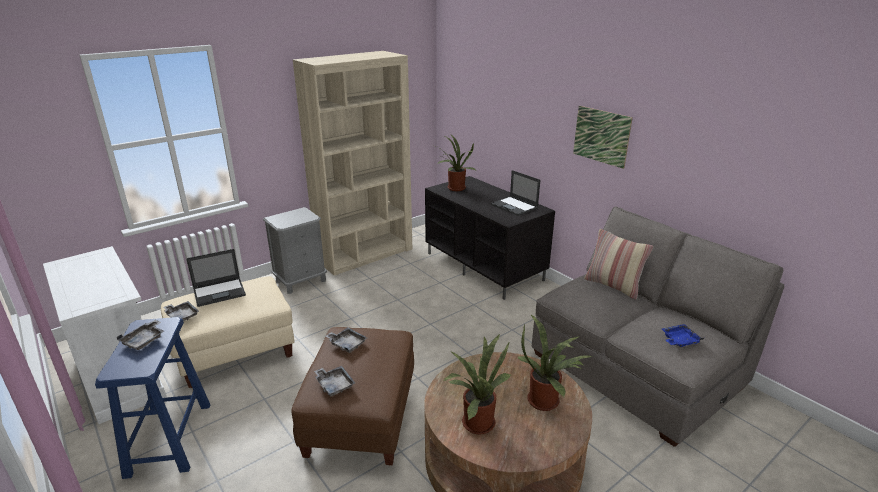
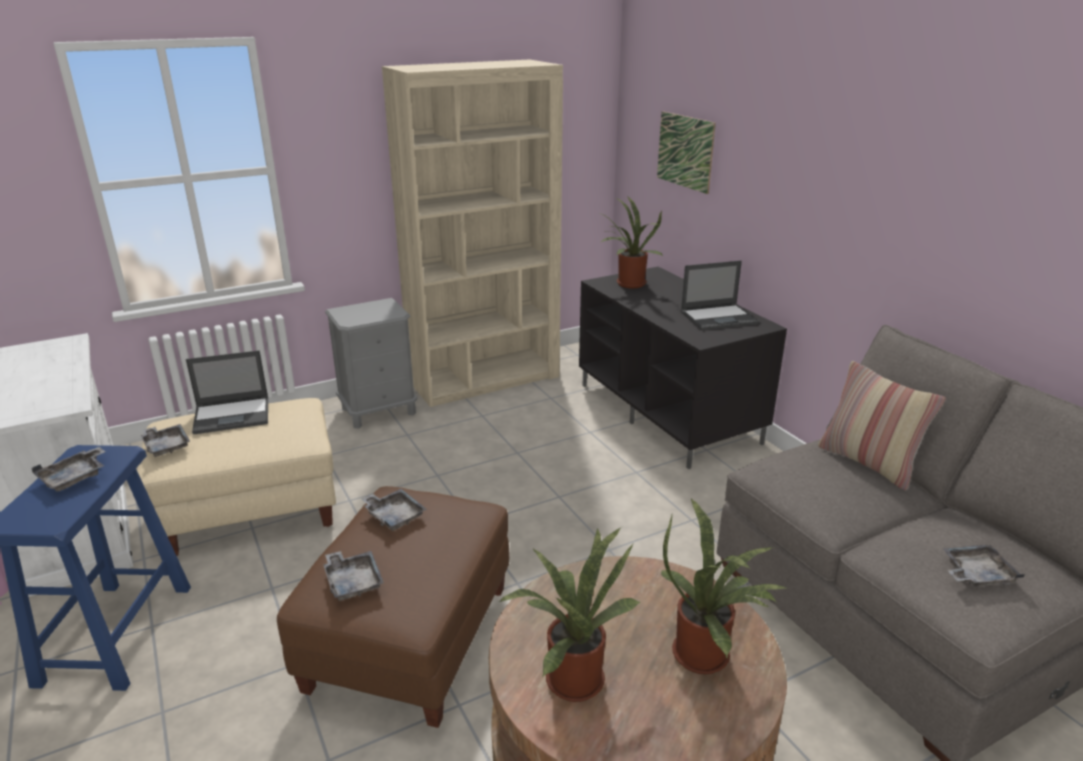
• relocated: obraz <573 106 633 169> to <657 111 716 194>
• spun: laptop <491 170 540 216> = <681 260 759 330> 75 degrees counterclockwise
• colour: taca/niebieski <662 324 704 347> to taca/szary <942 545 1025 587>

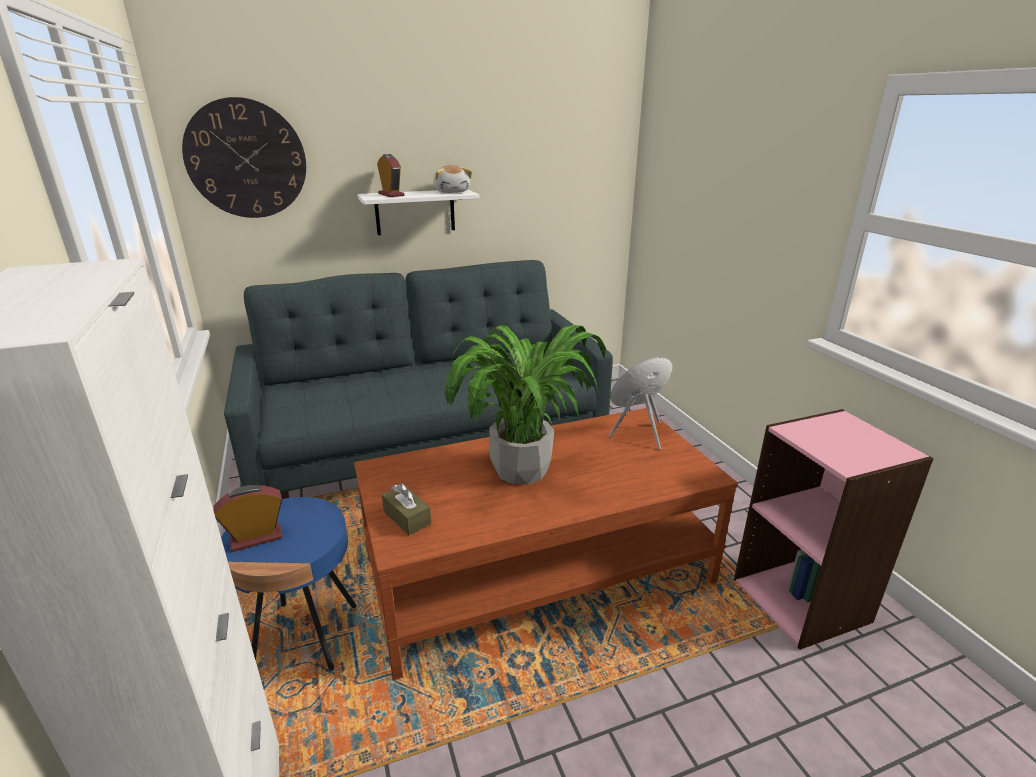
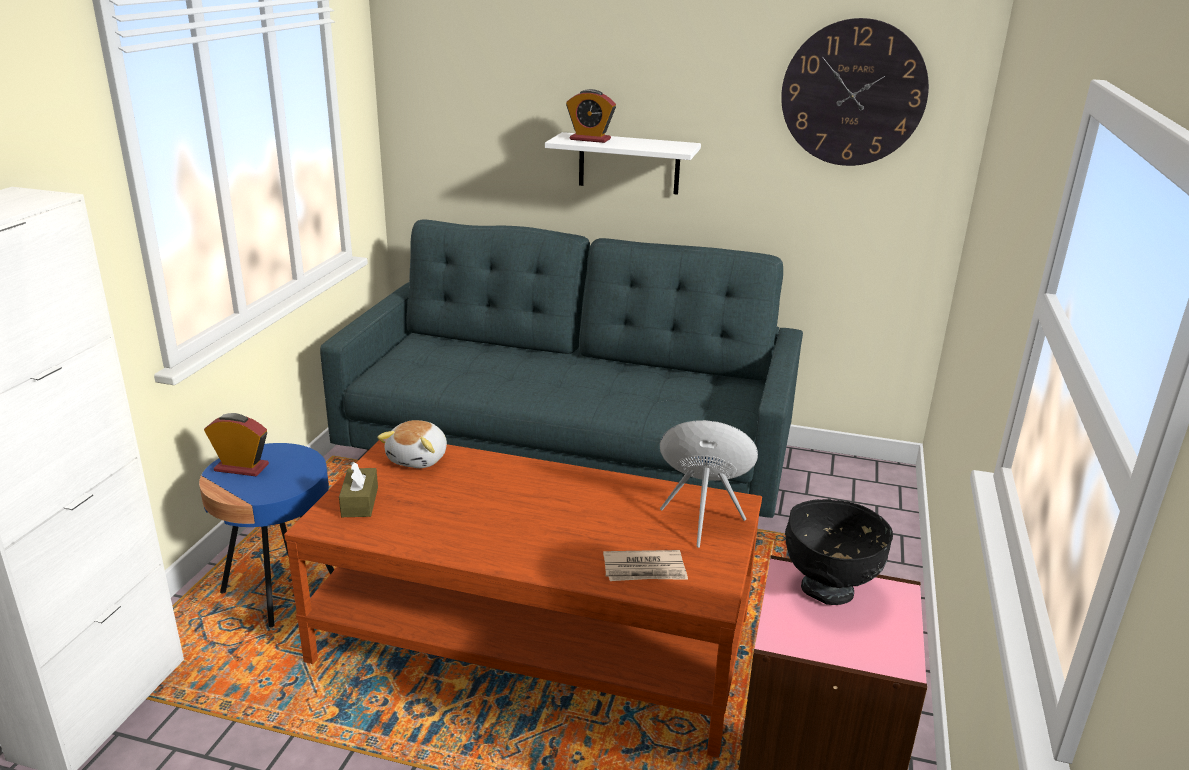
• relocated: pluszak <433 165 472 193> to <377 420 447 468>
• spun: budzik <377 154 404 197> = <566 89 616 143> 105 degrees clockwise
• appeared: gazeta <603 550 688 581>
• relocated: zegar ścienny <182 97 306 218> to <781 18 929 166>
• appeared: miska/czarny <785 499 893 605>
• missing: roślina doniczkowa <445 325 606 484>

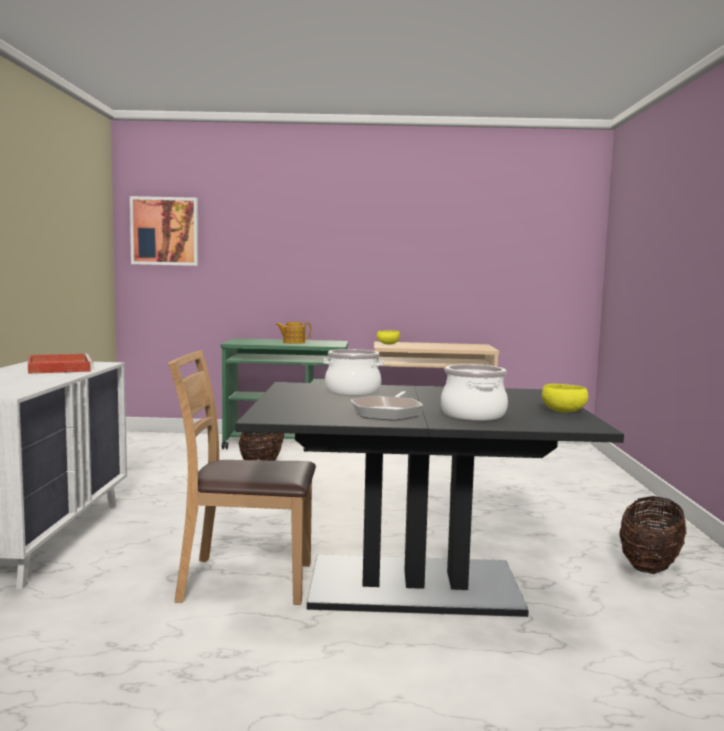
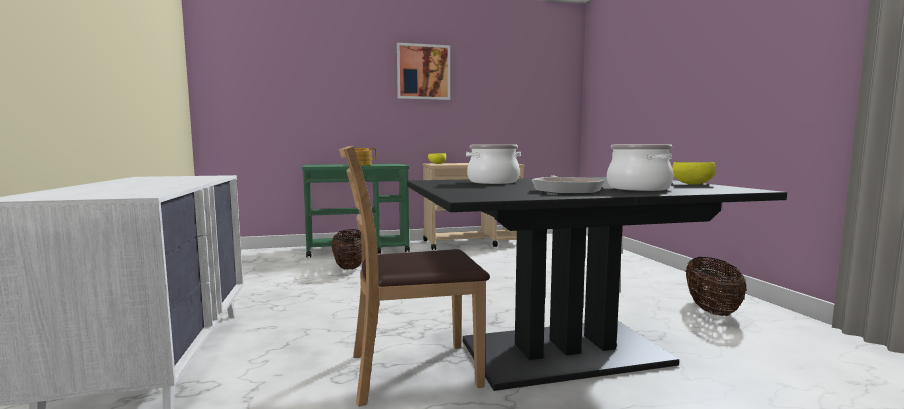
• relocated: obraz <130 196 198 266> to <397 43 450 100>
• missing: taca/czerwony <28 353 93 374>

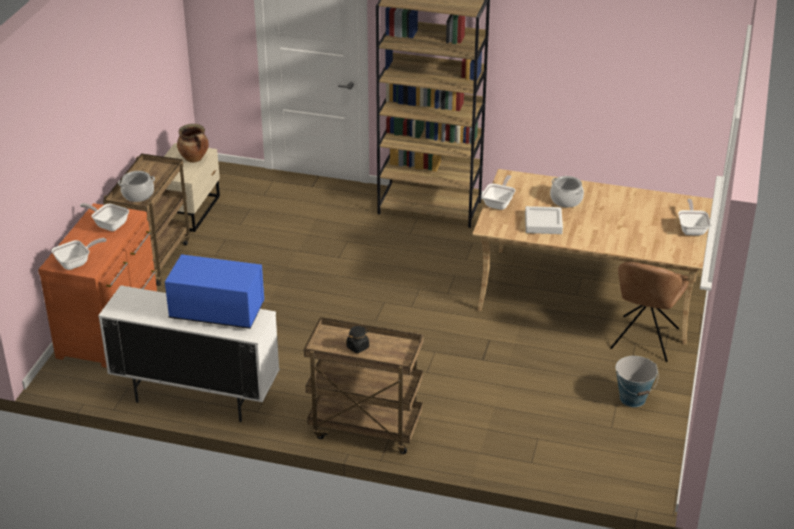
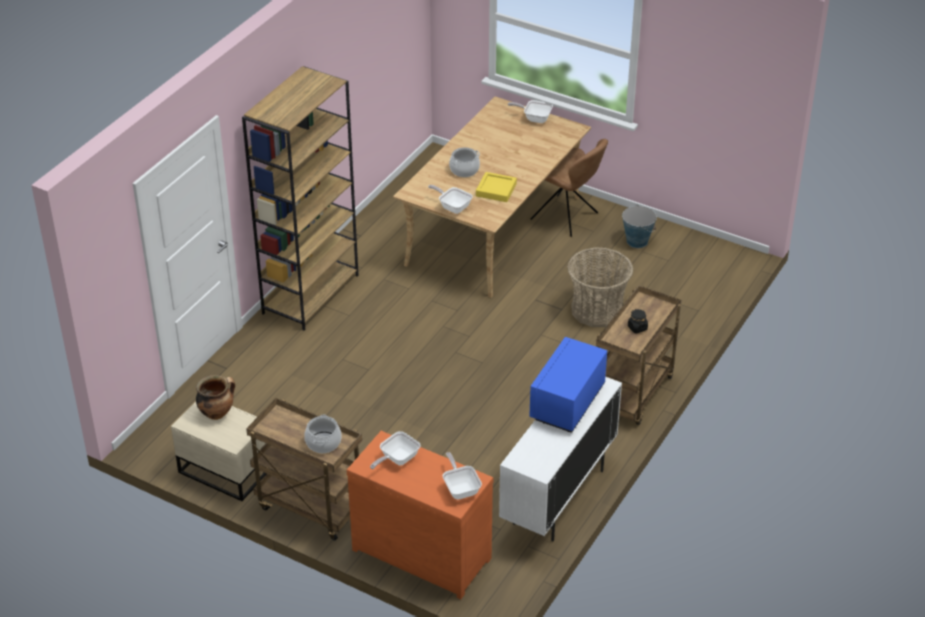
• colour: taca/szary <525 206 563 234> to taca/żółty <476 172 517 202>
• appeared: koszyk <567 247 634 327>

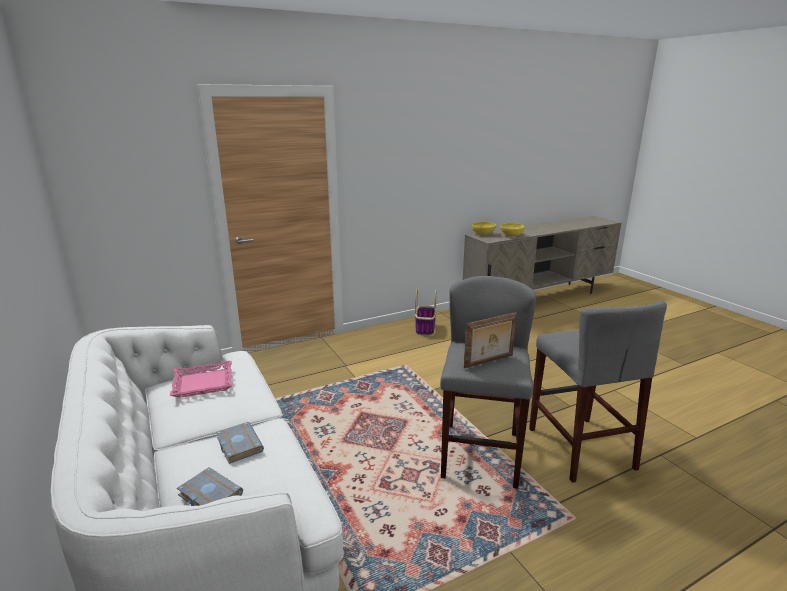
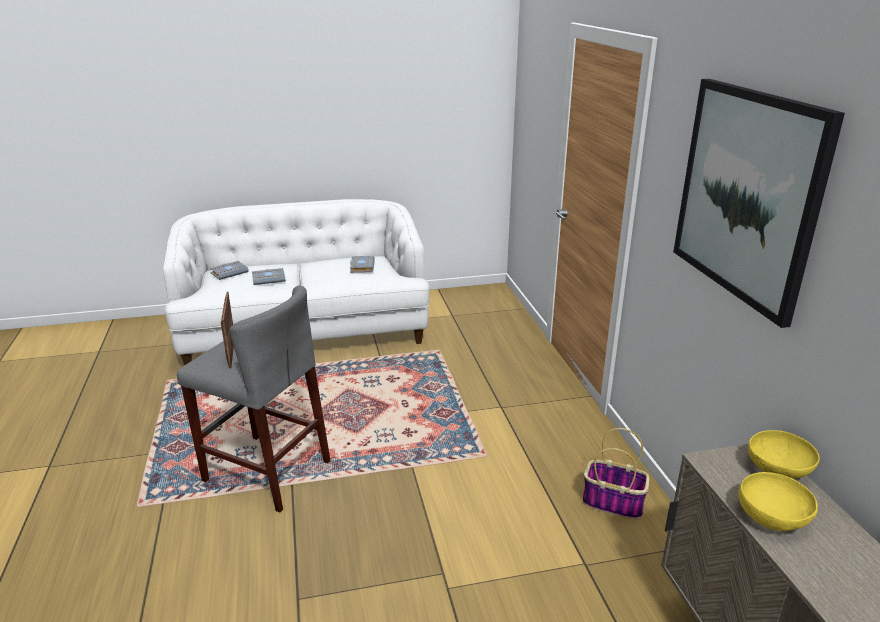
• exchanged: taca/różowy <170 361 232 398> to książka/szary <350 256 375 273>
• appeared: obraz <673 79 845 328>
• missing: stołek/szary <529 300 667 482>

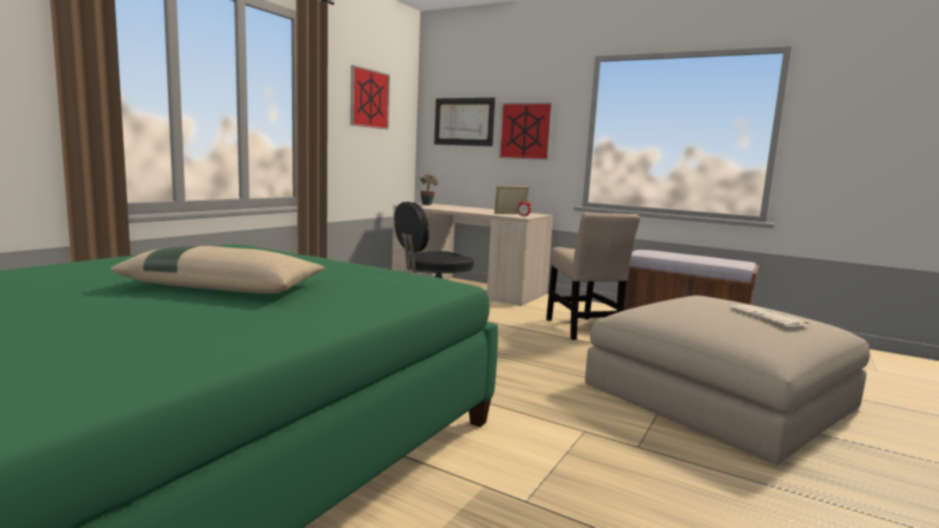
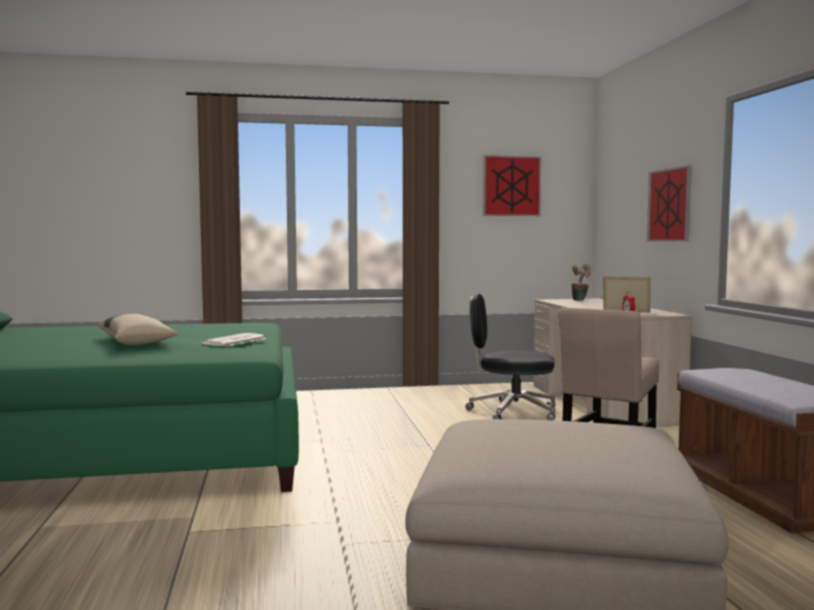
• relocated: gazeta <730 305 810 327> to <201 333 267 347>
• missing: obraz <434 98 495 146>

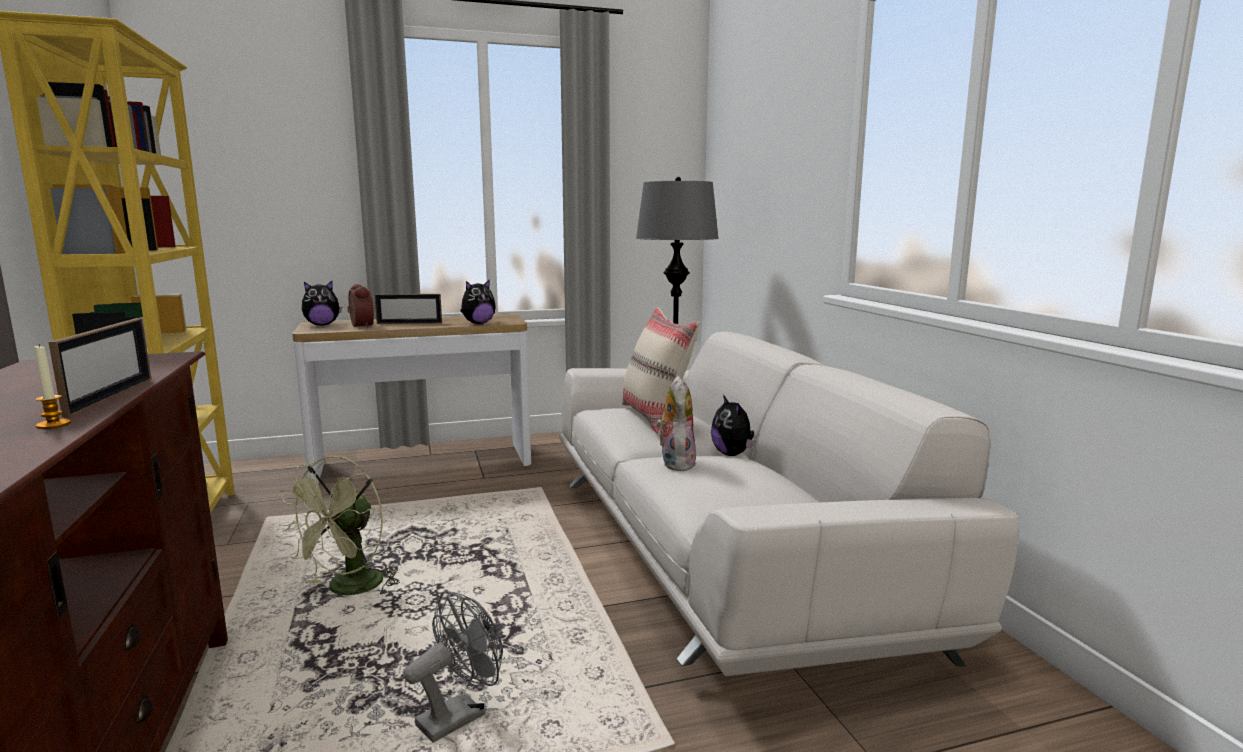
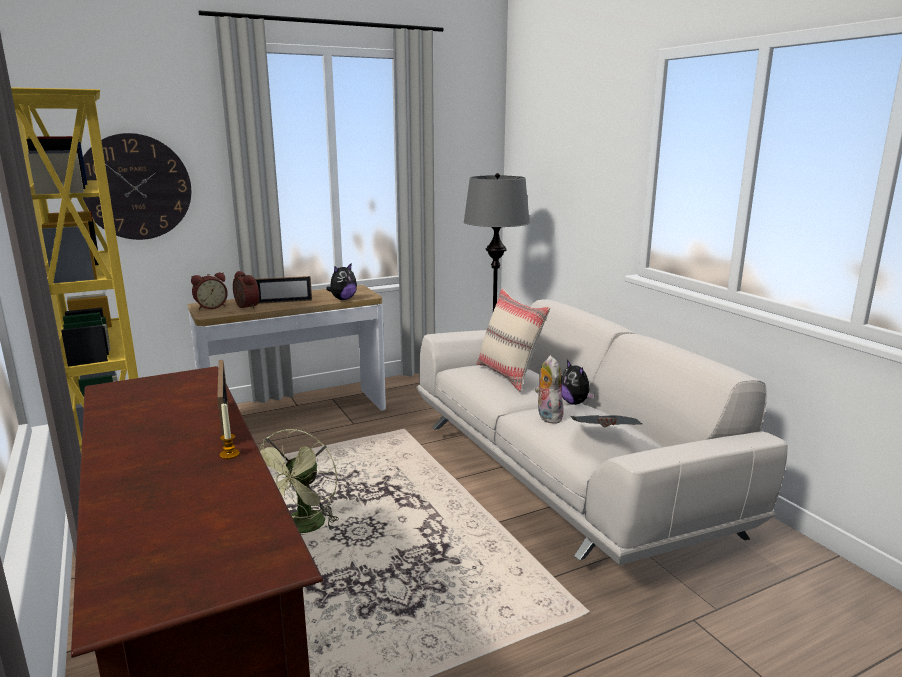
• appeared: zegar ścienny <82 133 191 240>
• exchanged: pluszak <302 281 342 326> to budzik <191 273 228 310>
• appeared: gazeta <571 415 642 427>
• missing: wentylator/szary <404 591 503 743>

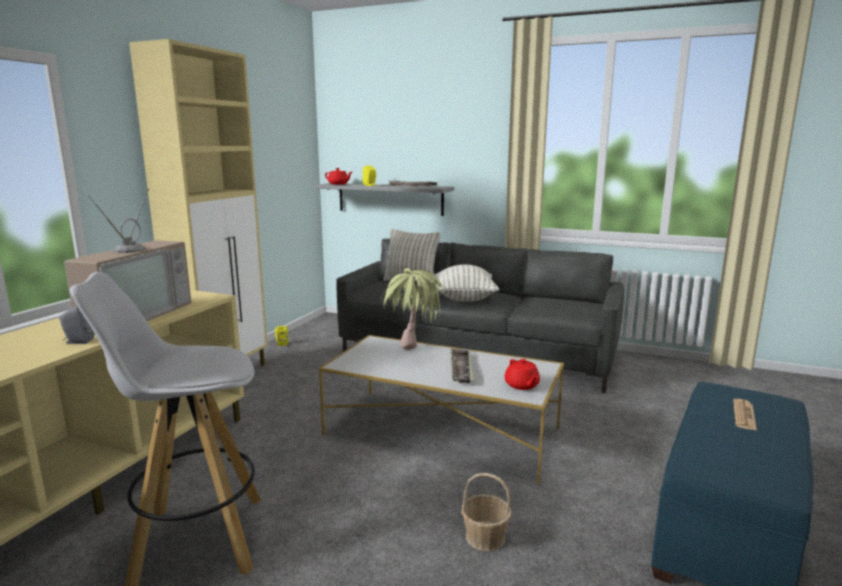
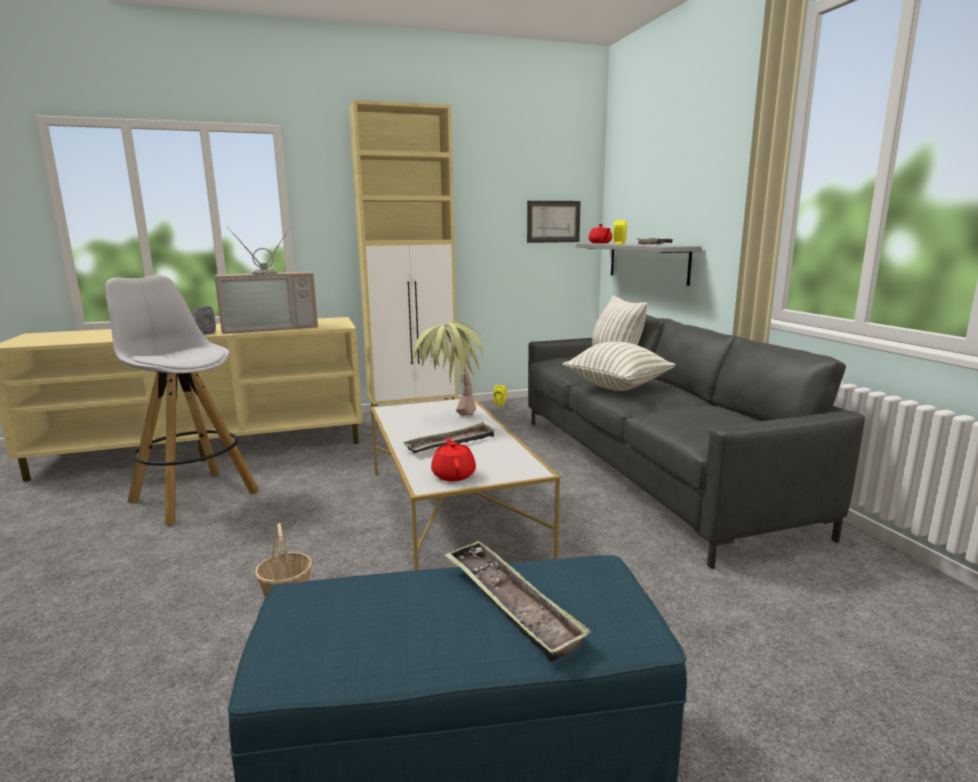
• spun: imbryk/czerwony <505 359 540 390> = <431 437 476 481> 135 degrees clockwise
• exchanged: gazeta <733 399 757 430> to taca <445 541 591 662>
• appeared: obraz <527 201 581 243>

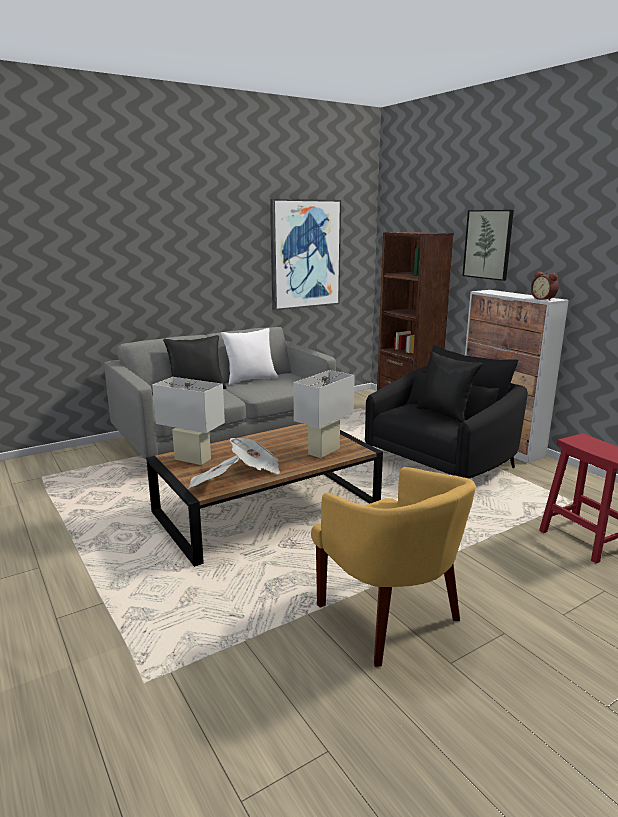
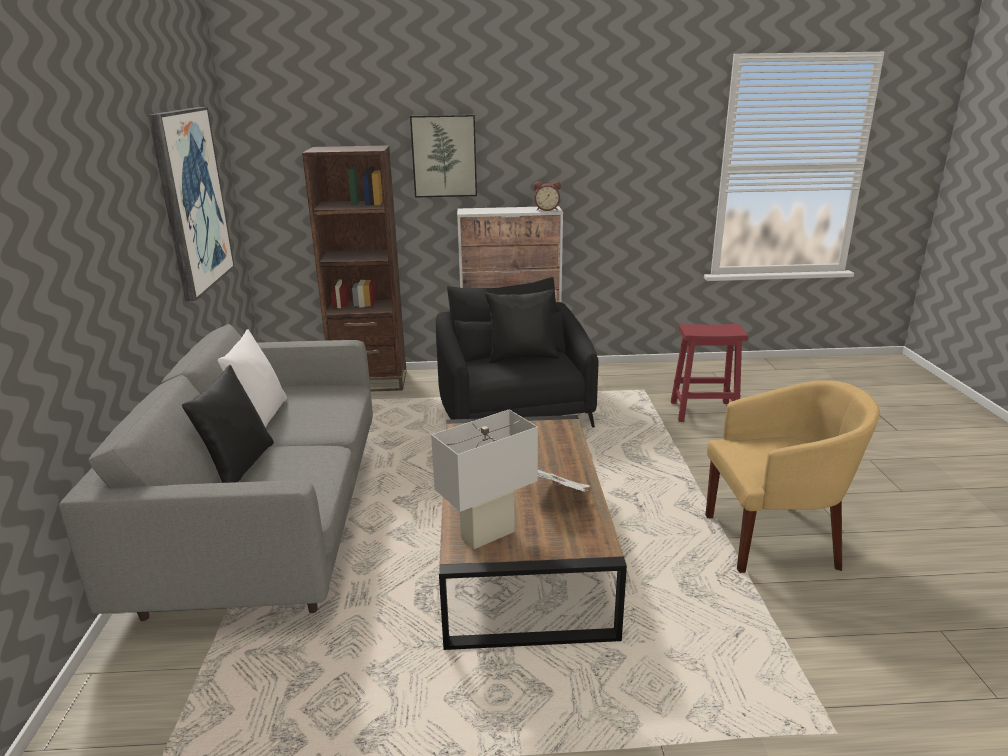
• missing: gazeta <188 455 240 489>
• missing: lampa stołowa/biały <293 370 355 458>

